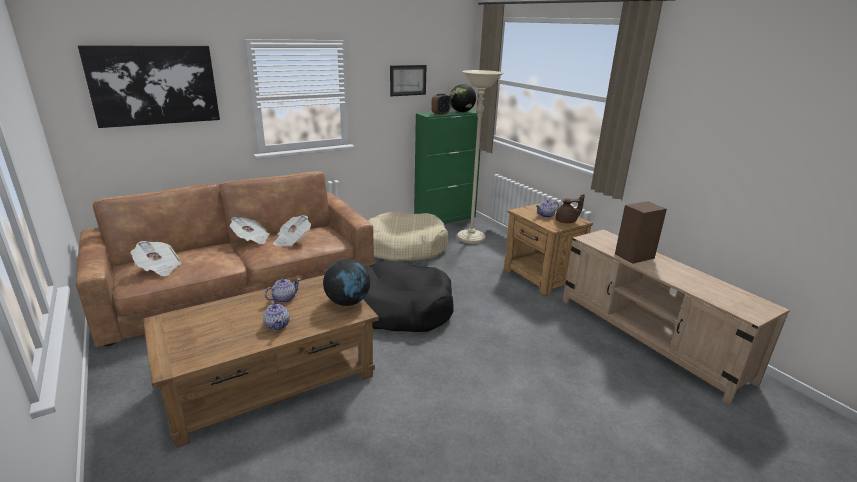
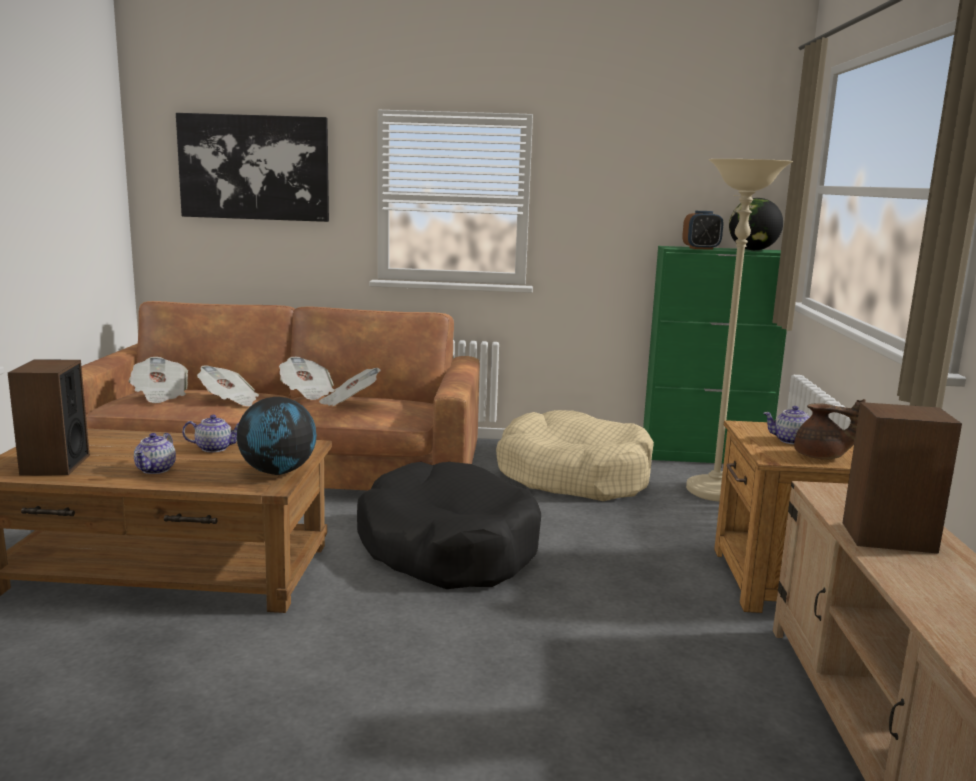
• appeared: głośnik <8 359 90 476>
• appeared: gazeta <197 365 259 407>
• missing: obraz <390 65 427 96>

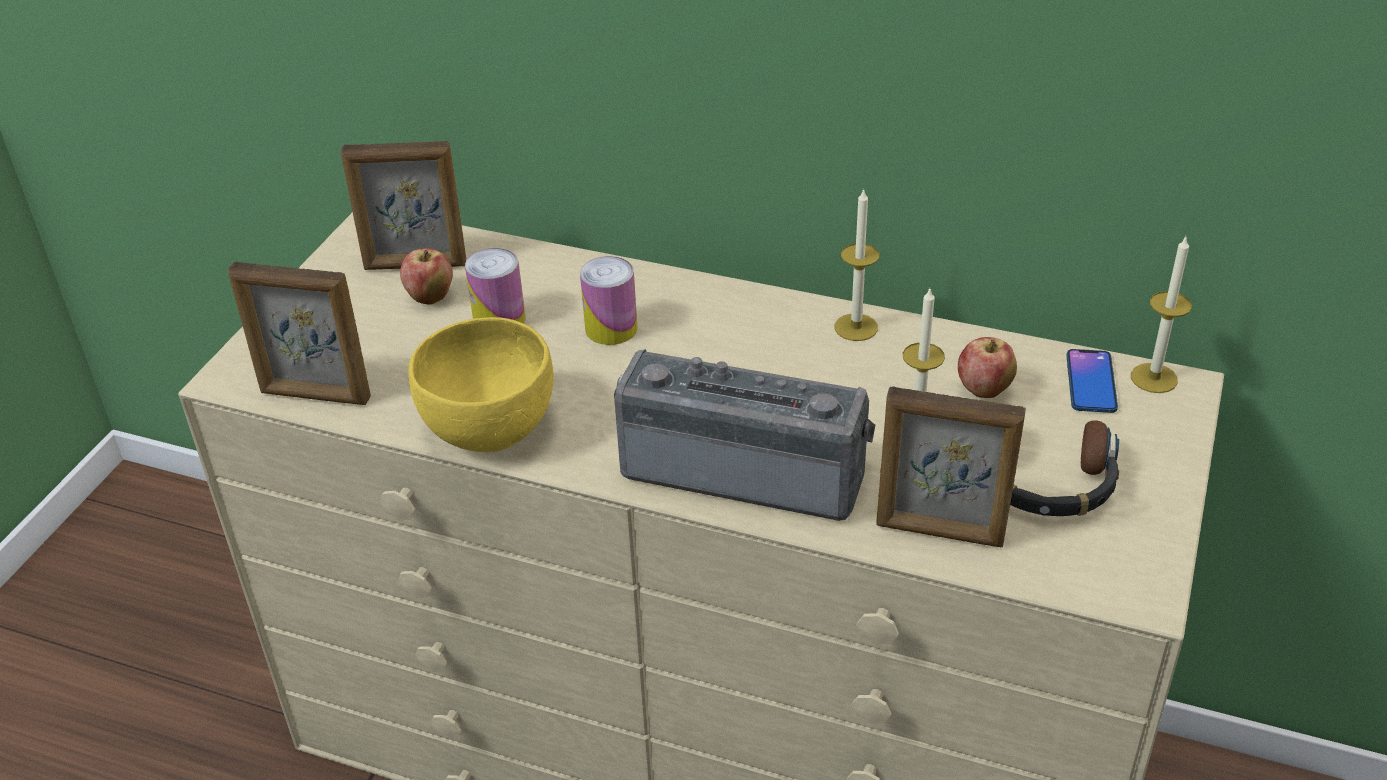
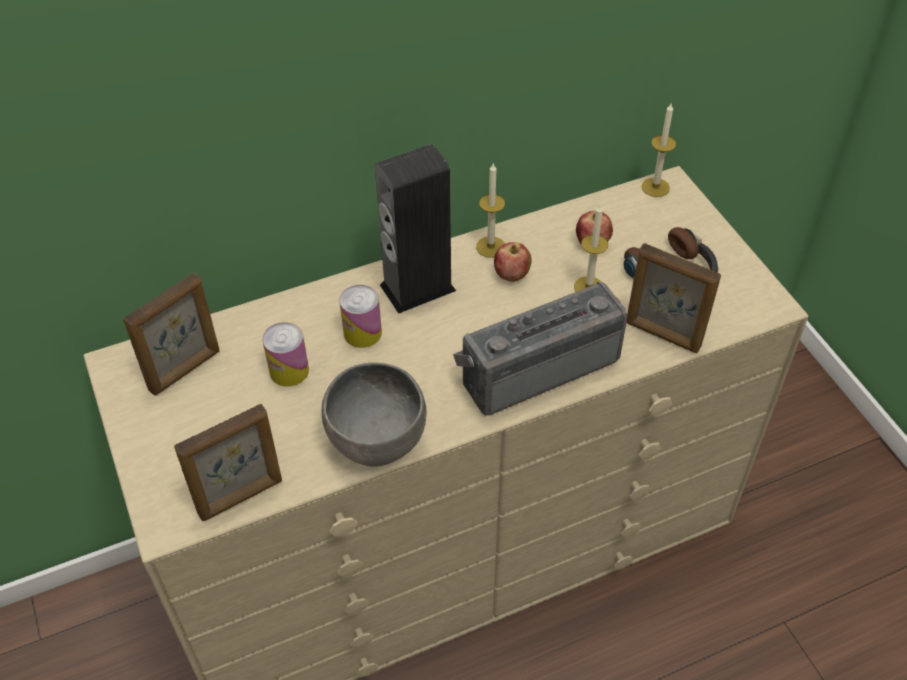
• colour: miska/żółty <408 317 554 452> to miska/szary <322 363 427 467>
• appeared: głośnik <375 144 456 314>
• relocated: jabłko <400 248 453 305> to <494 242 532 282>
• spun: ramka na zdjęcie <876 386 1026 547> = <626 243 721 353> 60 degrees clockwise
• missing: telefon <1066 349 1118 413>

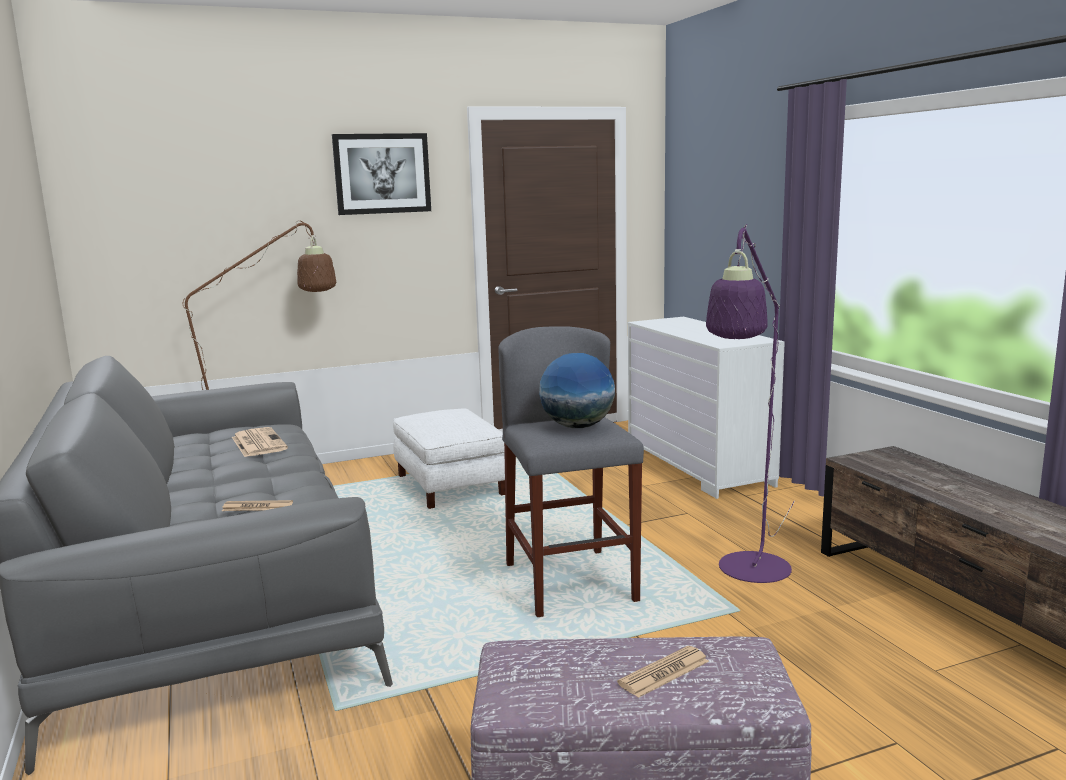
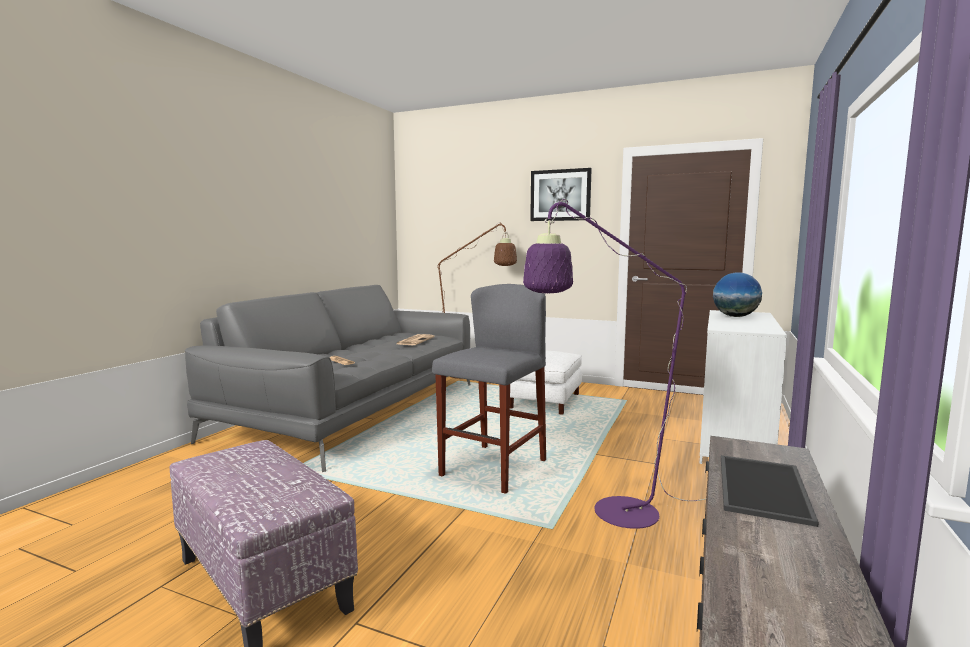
• relocated: globus <539 353 615 428> to <713 272 762 317>
• appeared: taca <721 455 819 527>
• missing: gazeta <617 646 709 698>

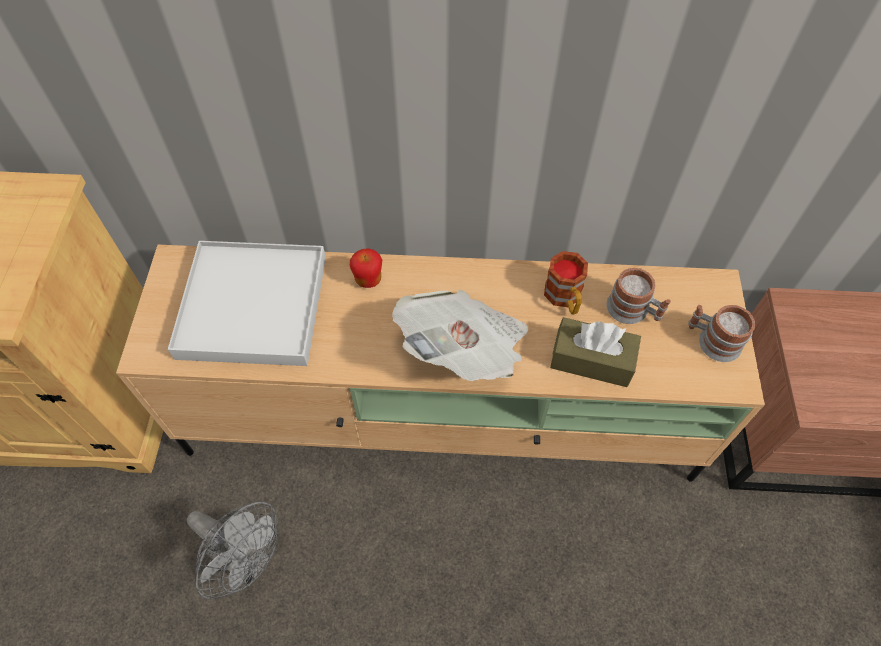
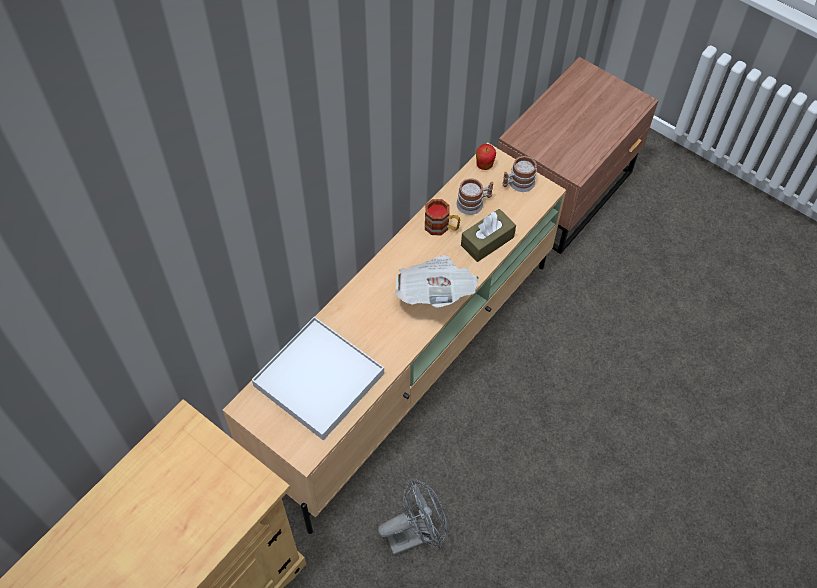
• relocated: jabłko <350 248 382 288> to <476 144 496 170>

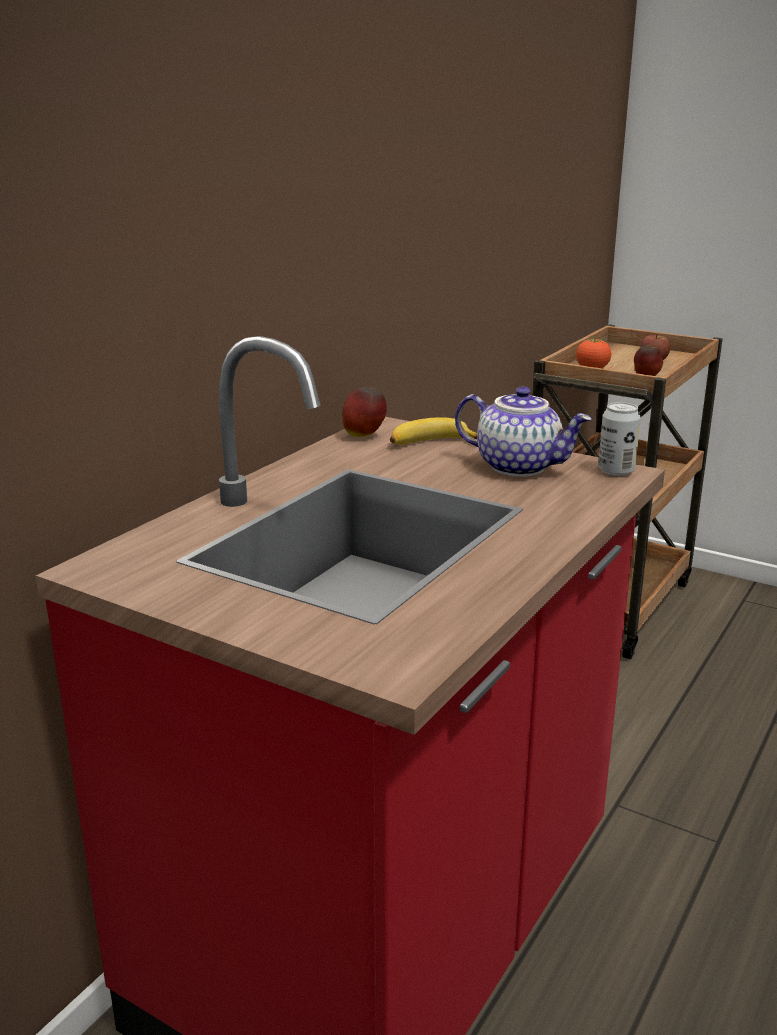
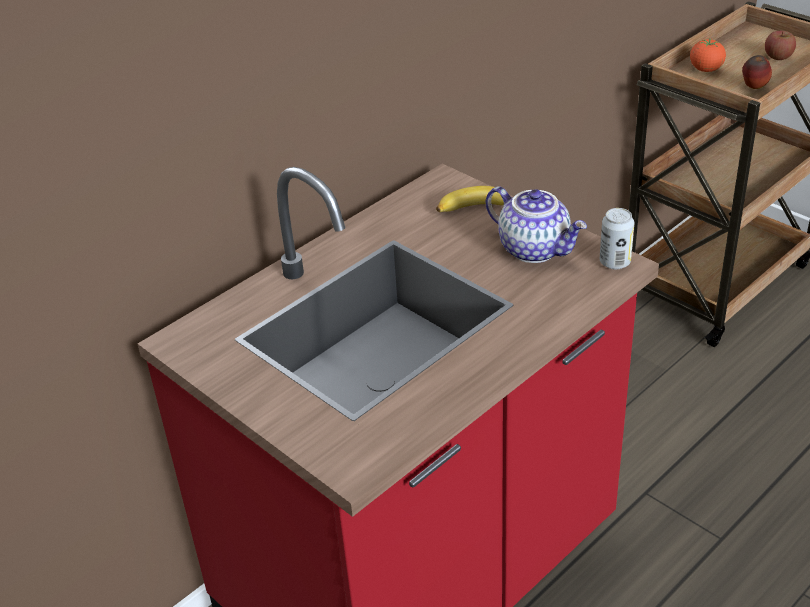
• missing: jabłko <342 387 387 437>

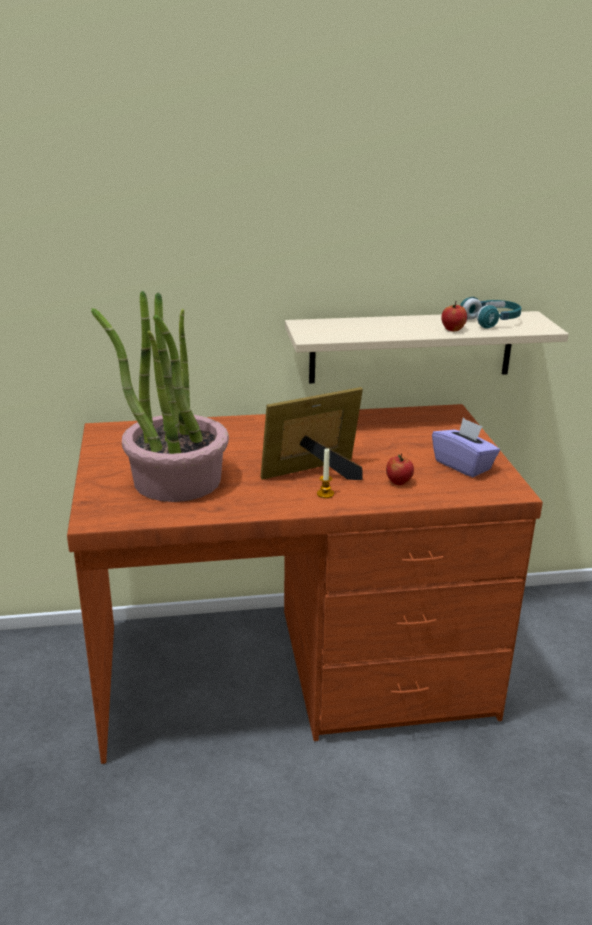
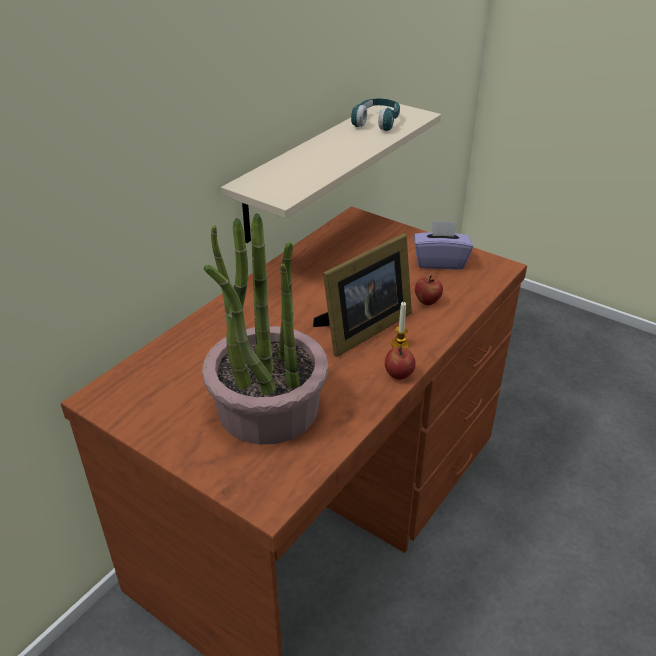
• spun: ramka na zdjęcie <261 387 363 480> = <313 233 412 357> 150 degrees counterclockwise
• relocated: jabłko <441 301 467 331> to <385 347 416 380>

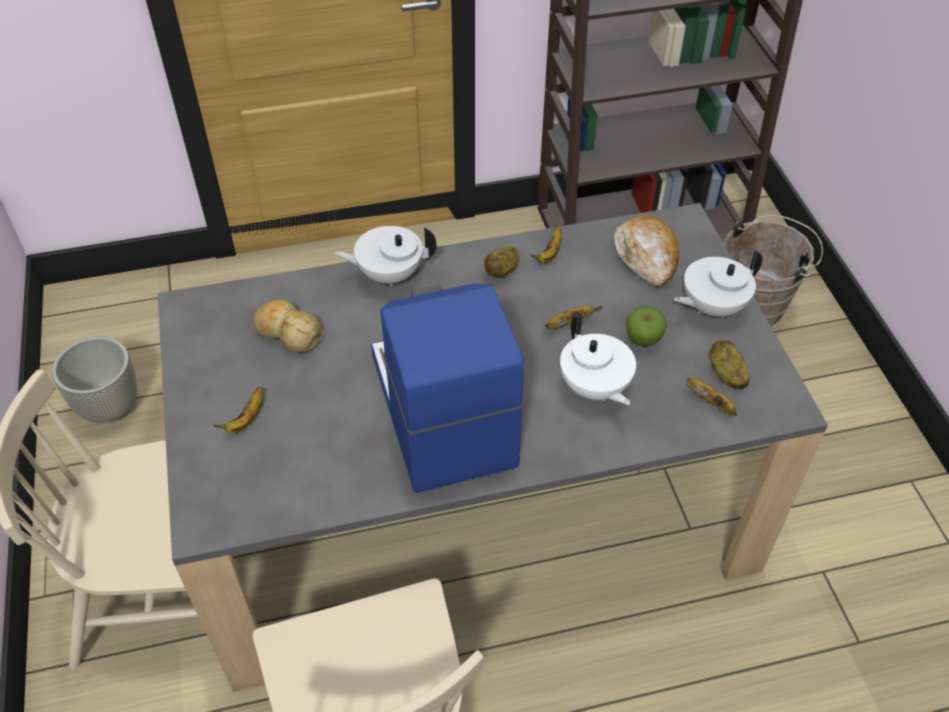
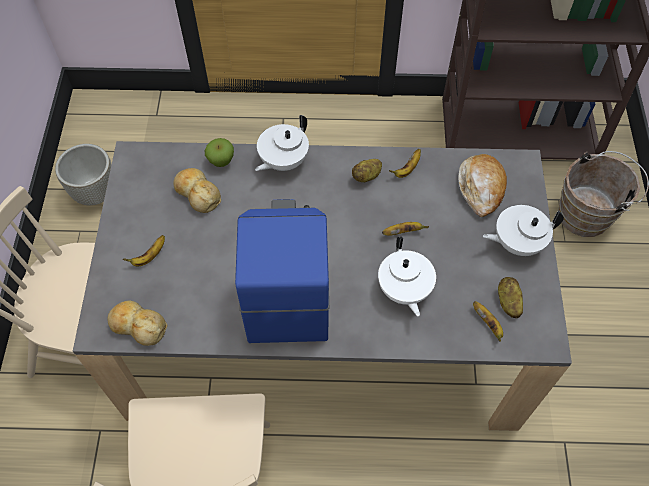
• appeared: chleb <107 301 167 346>
• relocated: jabłko <626 306 667 347> to <205 138 234 167>
• spun: imbryk/biały <334 226 437 286> = <255 115 309 171> 60 degrees counterclockwise

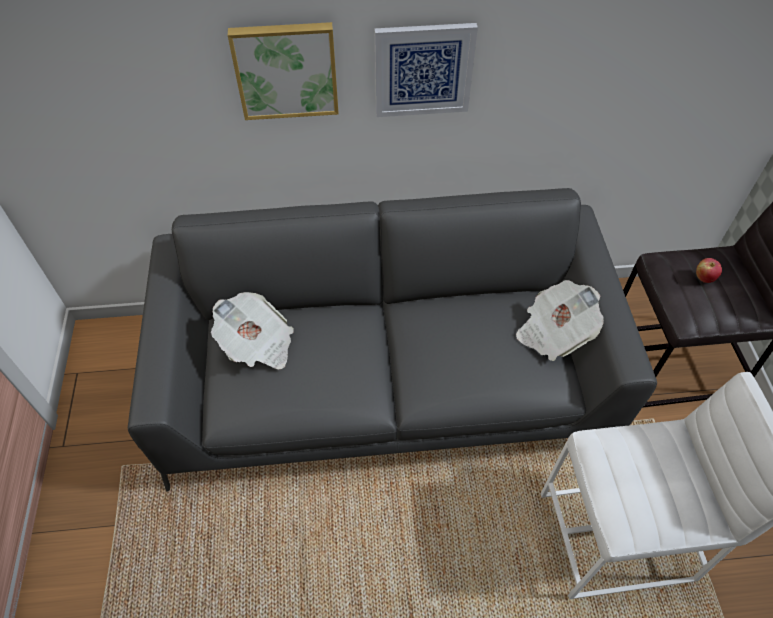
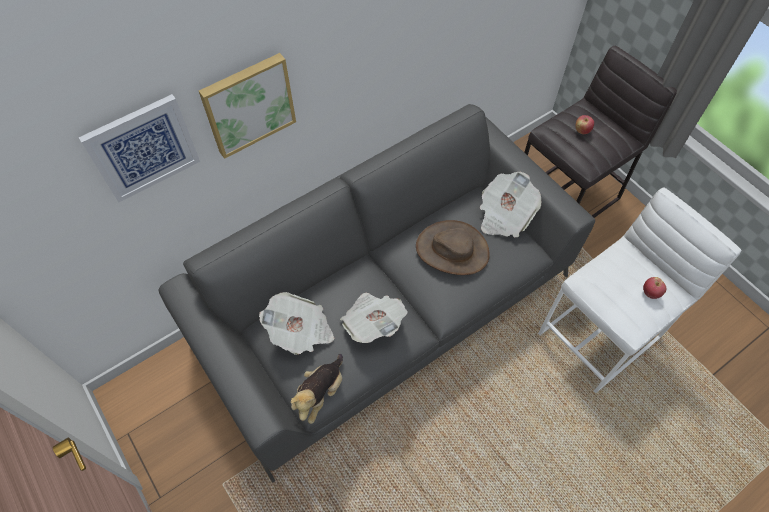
• relocated: obraz <375 23 478 117> to <78 94 200 202>
• appeared: pluszak <291 354 343 424>
• appeared: gazeta <340 293 408 343>
• appeared: kapelusz/brązowy <416 220 490 275>
• appeared: jabłko <643 277 667 299>

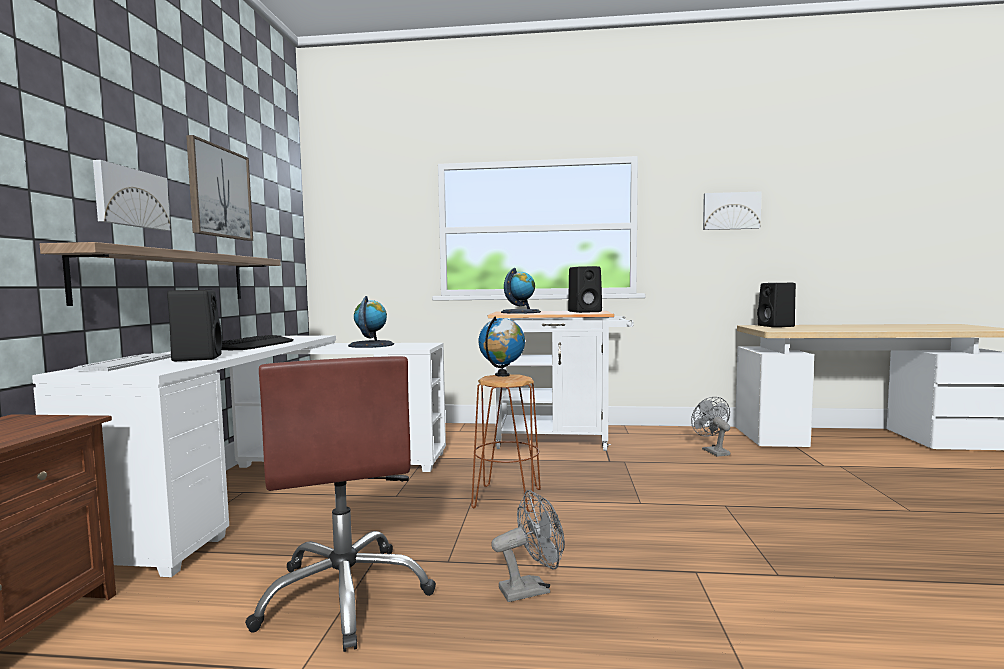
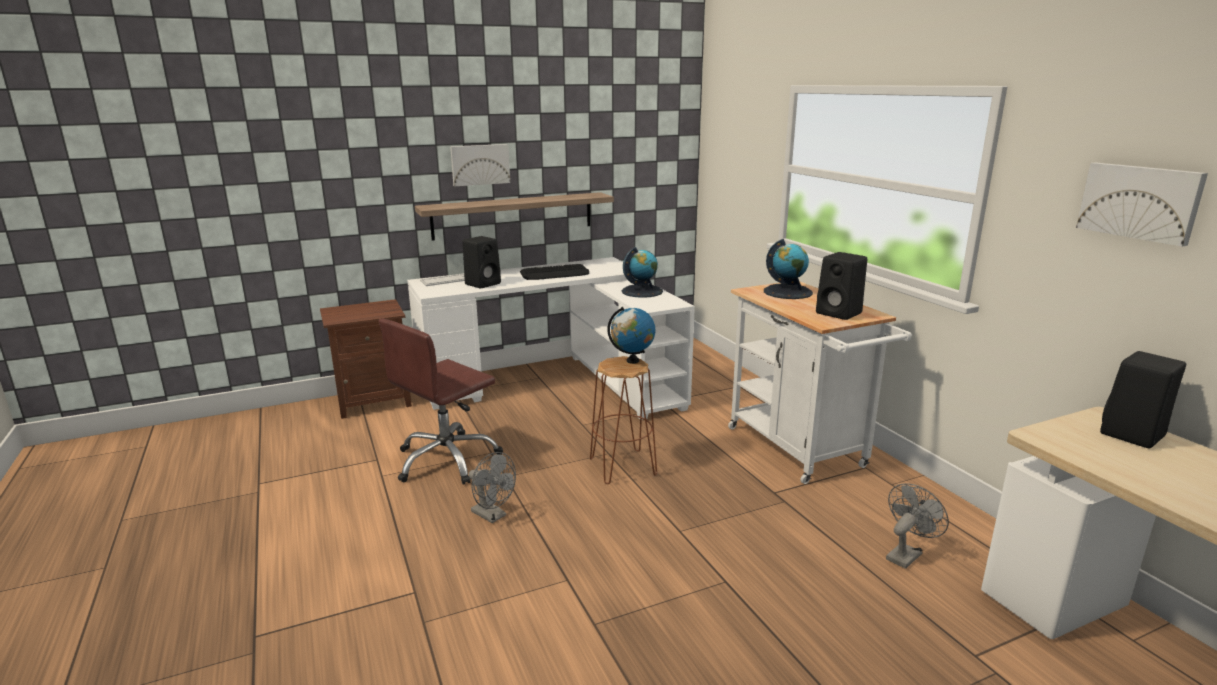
• missing: obraz <186 135 253 241>

